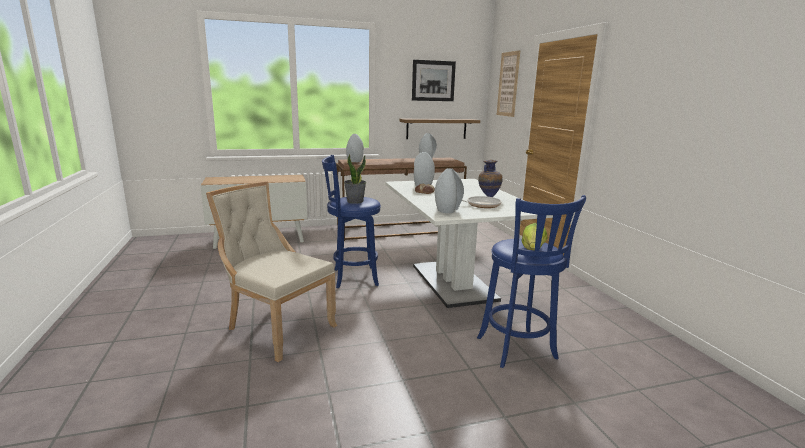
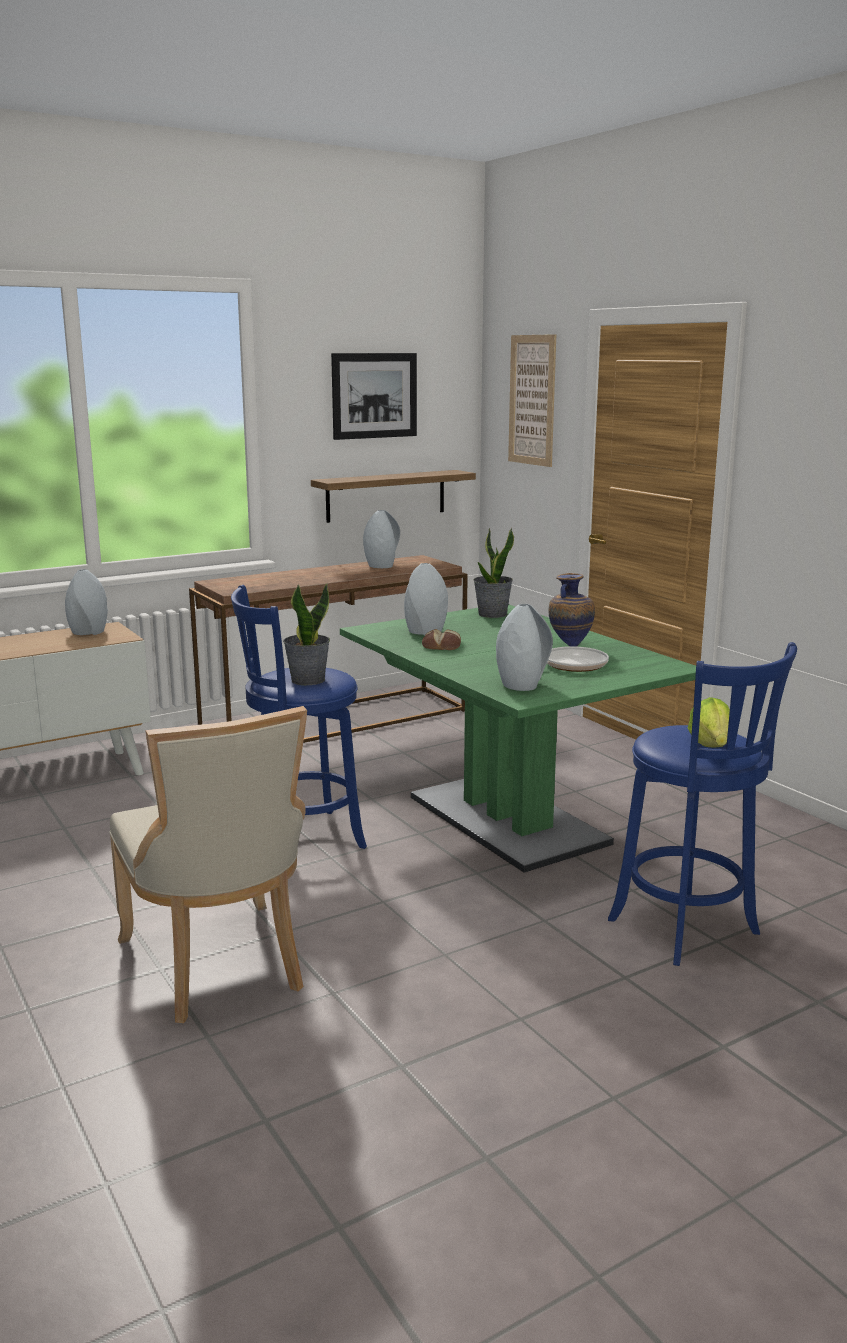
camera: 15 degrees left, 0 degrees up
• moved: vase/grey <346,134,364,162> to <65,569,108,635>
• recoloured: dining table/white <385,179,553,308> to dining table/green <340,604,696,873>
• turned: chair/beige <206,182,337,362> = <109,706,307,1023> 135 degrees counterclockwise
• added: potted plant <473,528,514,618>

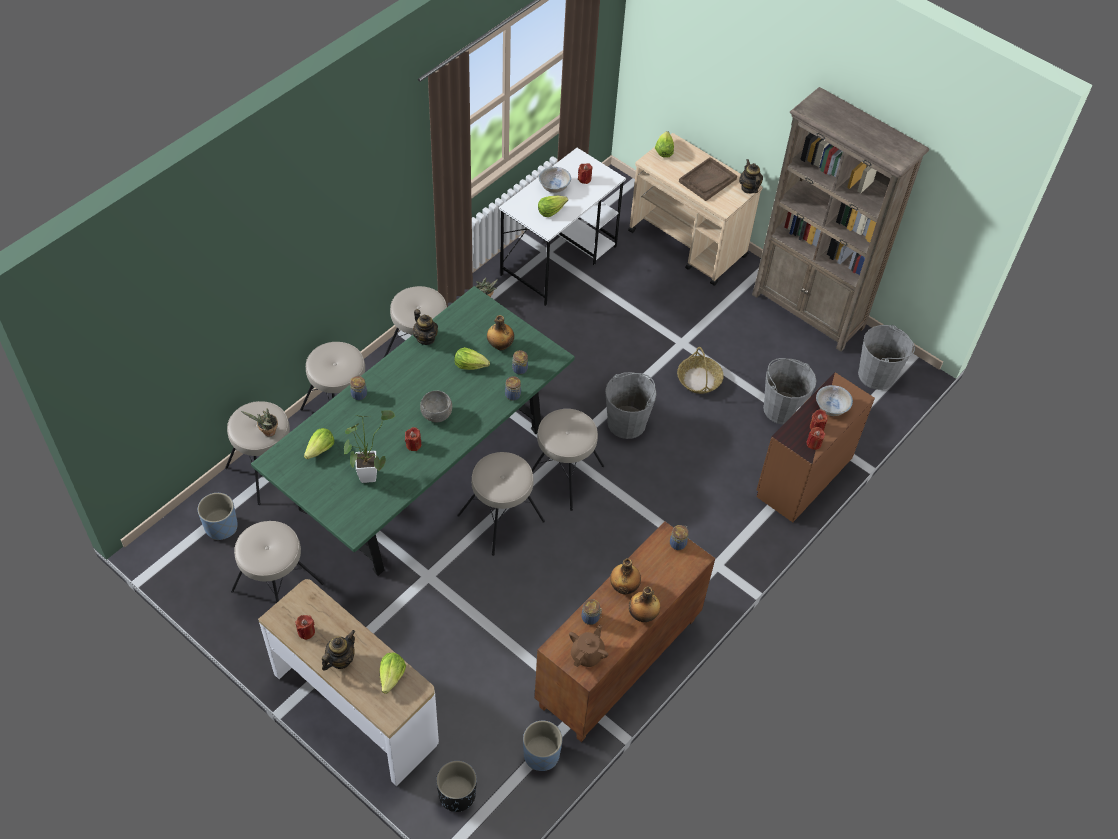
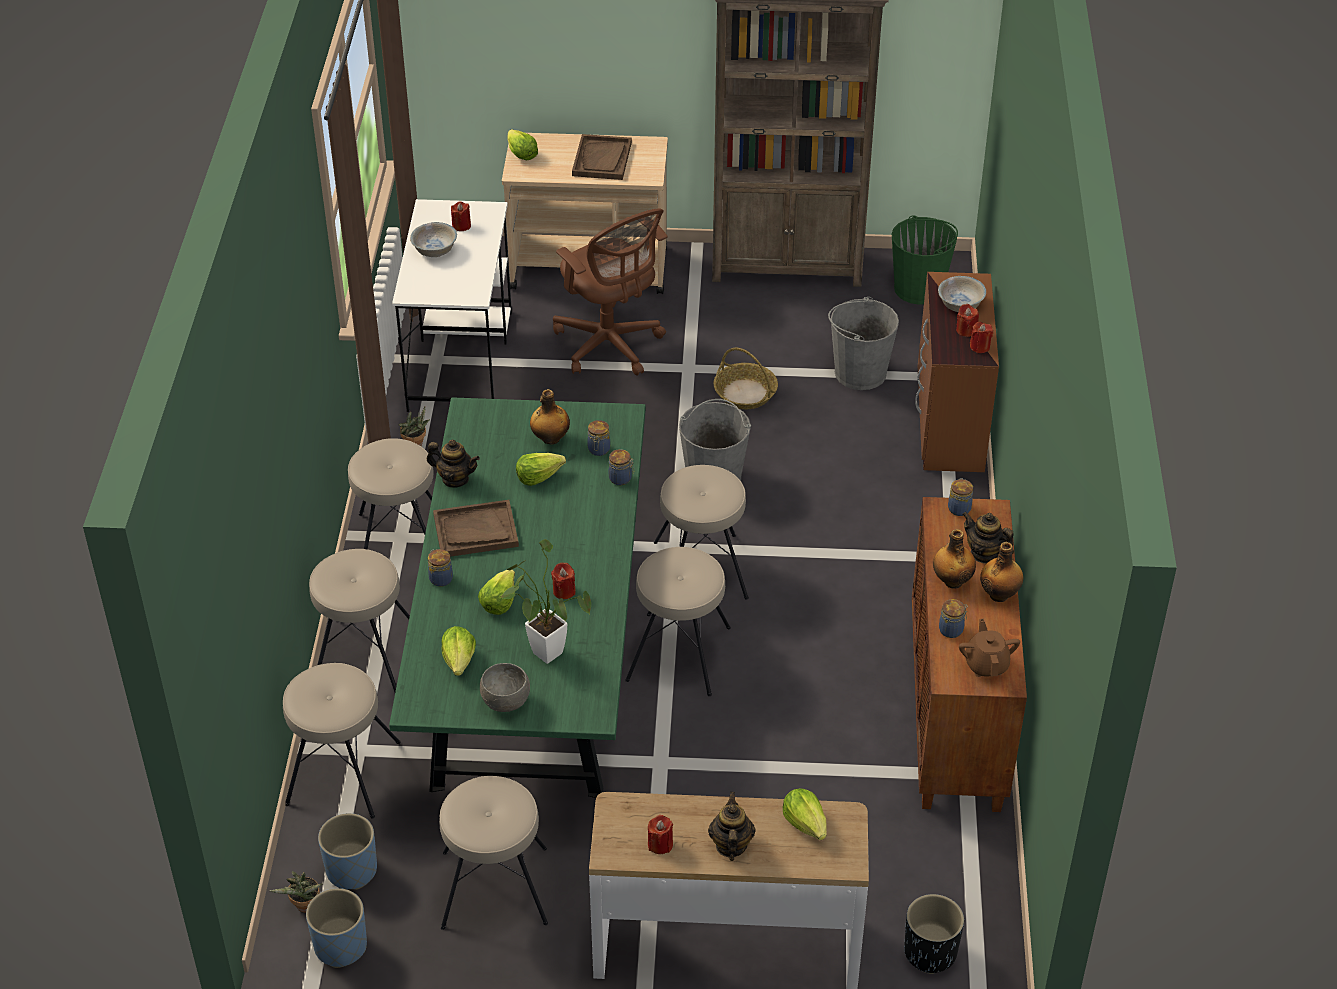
camera: 35 degrees left, 10 degrees down
• moved: teapot <739,159,763,194> to <962,512,1014,564>
• moved: lettuce <538,195,568,217> to <478,570,515,615>
• recoloured: bucket/grey <858,325,915,390> to bucket/green <892,215,958,304>
• moved: bowl/grey <420,391,452,422> to <480,663,530,712>
• moved: potted plant <241,409,278,437> to <270,871,323,913>
• moved: planter/blue <523,720,562,771> to <306,888,367,968>
• added: office chair/brown <553,209,667,376>
• added: tray/brown <433,500,519,557>

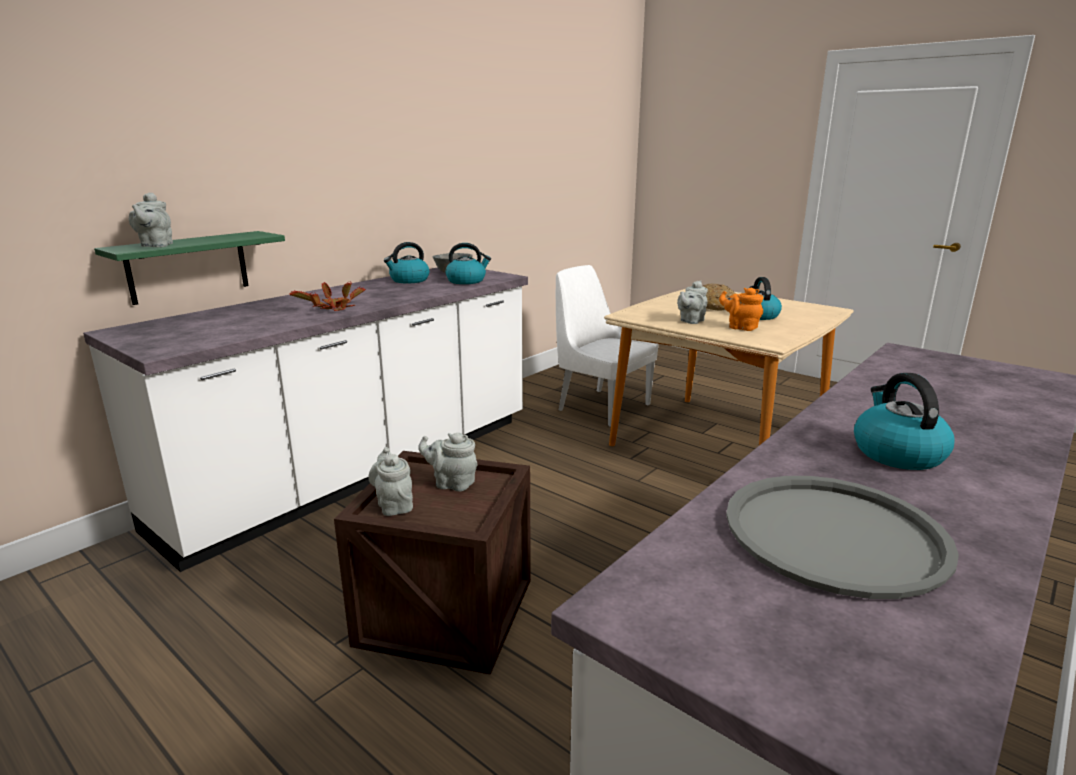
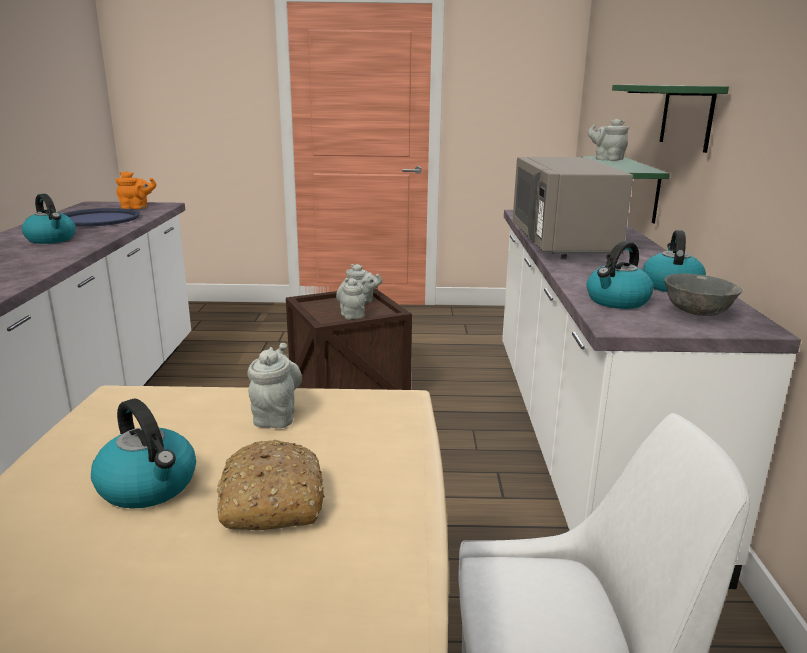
camera: 140 degrees right, 0 degrees up
• replaced: potted plant <289,282,366,311> to microwave/grey <513,157,633,260>
• moved: teapot/orange <719,288,763,331> to <116,171,157,209>
• turned: teapot/grey <418,433,477,492> = <336,278,365,320> 90 degrees counterclockwise
• recoloured: tray/grey <726,476,959,599> to tray/blue <62,208,140,227>
• added: shelf/green <612,85,729,153>

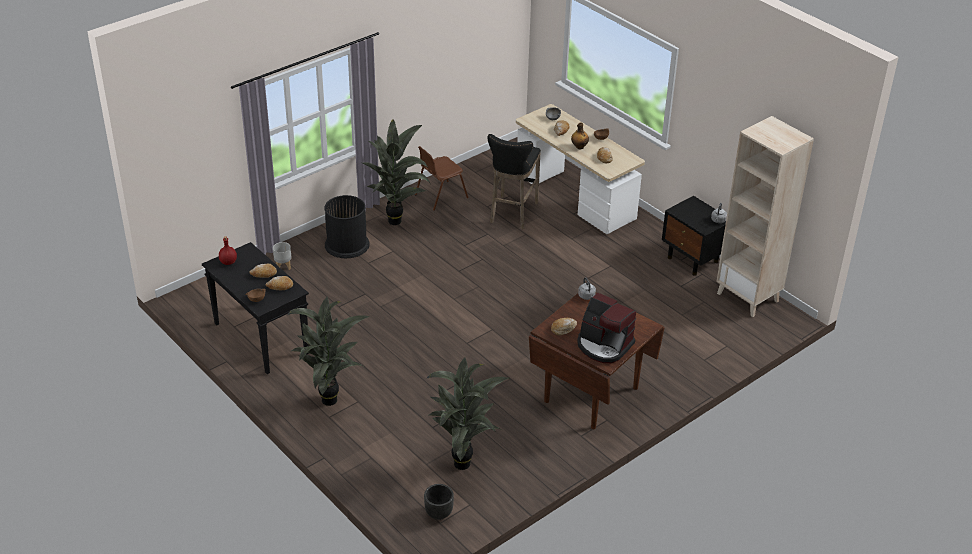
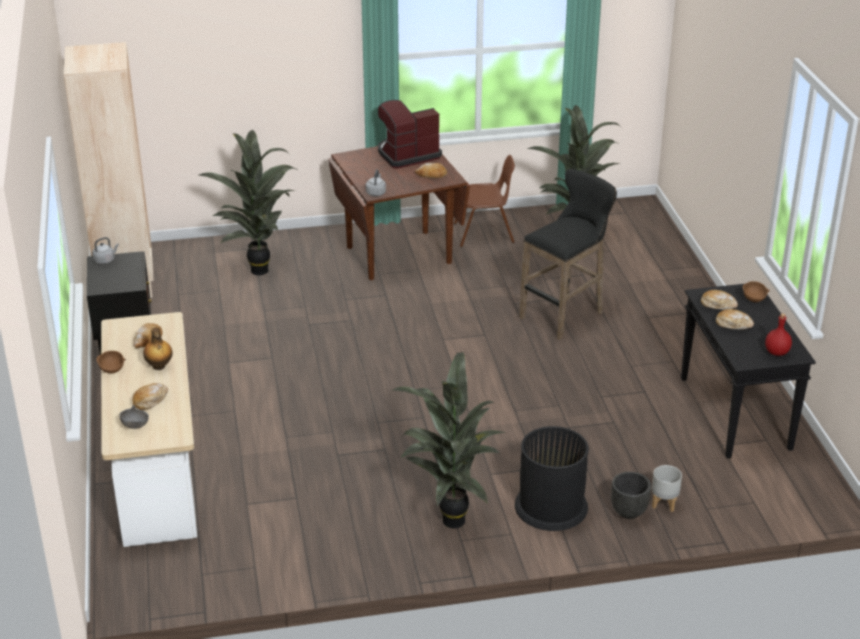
camera: 150 degrees left, 5 degrees down
• moved: stool/black <488,134,541,229> to <519,169,617,340>
• moved: chair/brown <415,146,468,211> to <454,155,515,247>
• turned: coffee machine <577,292,636,363> = <378,100,442,169> 90 degrees counterclockwise
• moved: potted plant <287,297,371,406> to <199,130,296,275>
• moved: planter/black <424,484,454,520> to <611,472,651,519>

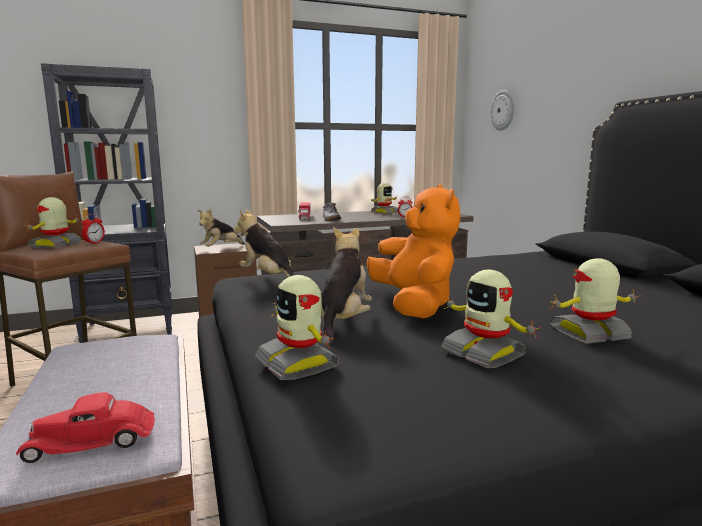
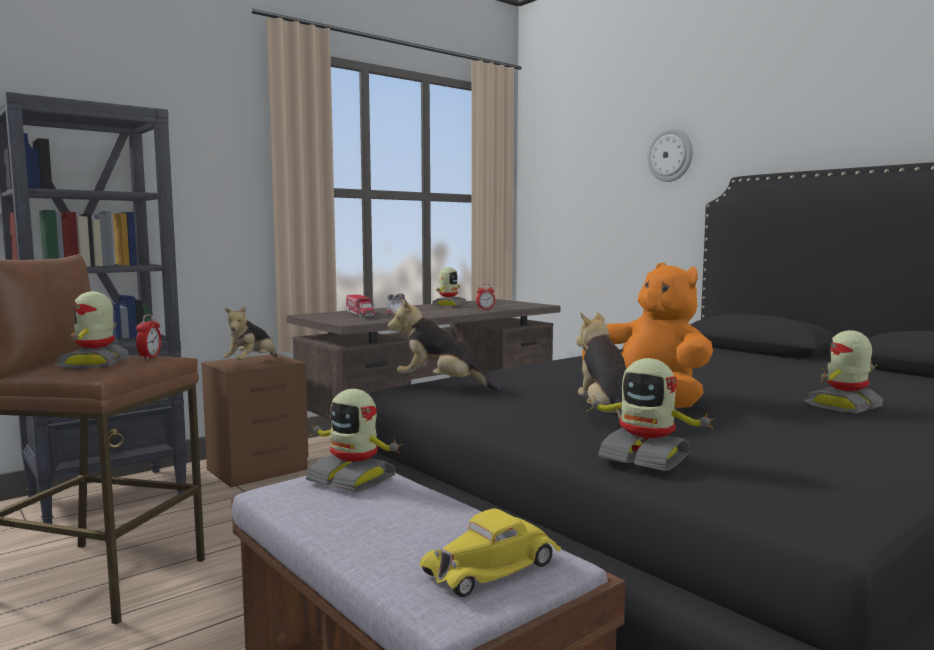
camera: 20 degrees left, 5 degrees down
• moved: wall clock <490,90,515,131> to <647,128,693,182>
• moved: toy robot <441,270,541,368> to <306,389,403,492>
• recoloured: toy car/red <16,392,155,463> to toy car/yellow <419,508,561,597>

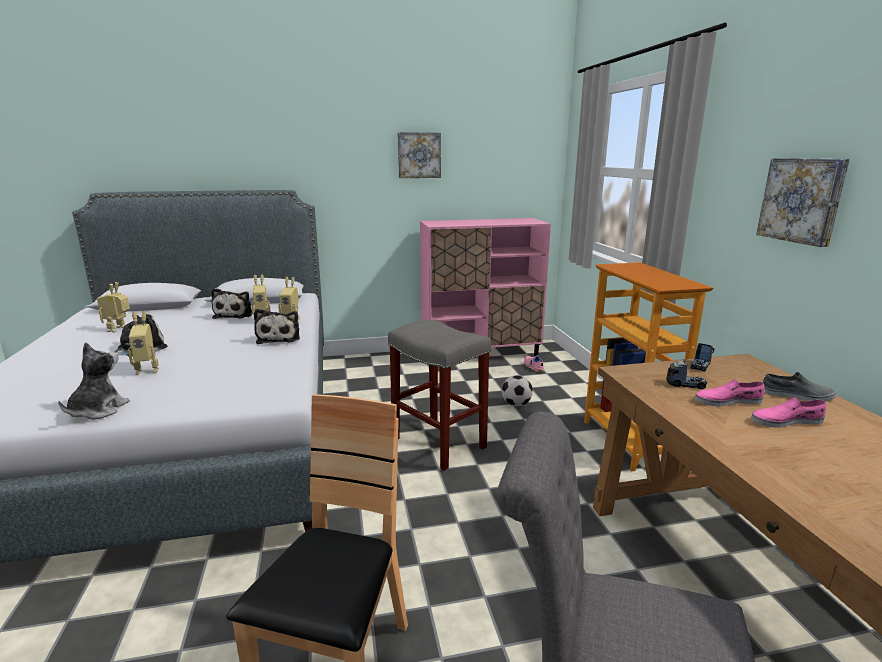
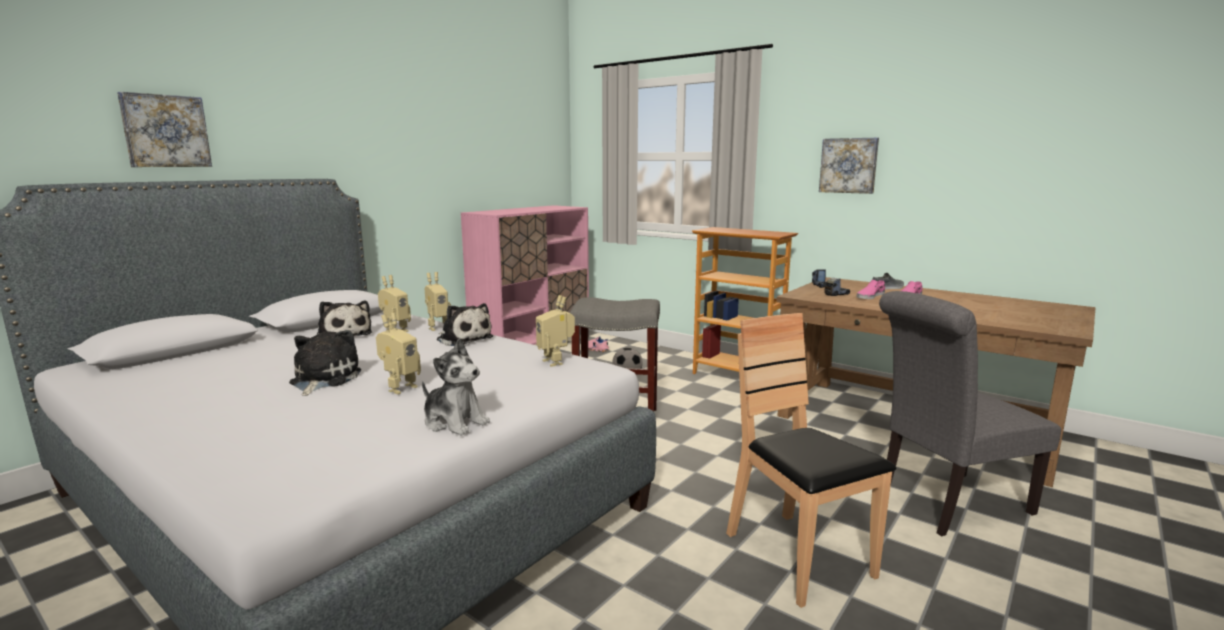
camera: 40 degrees left, 5 degrees down
• moved: picture <398,132,441,178> to <117,92,212,167>
• moved: toy robot <97,282,130,332> to <536,295,575,367>
• turned: plush toy <58,342,130,420> = <422,339,490,436> 150 degrees clockwise

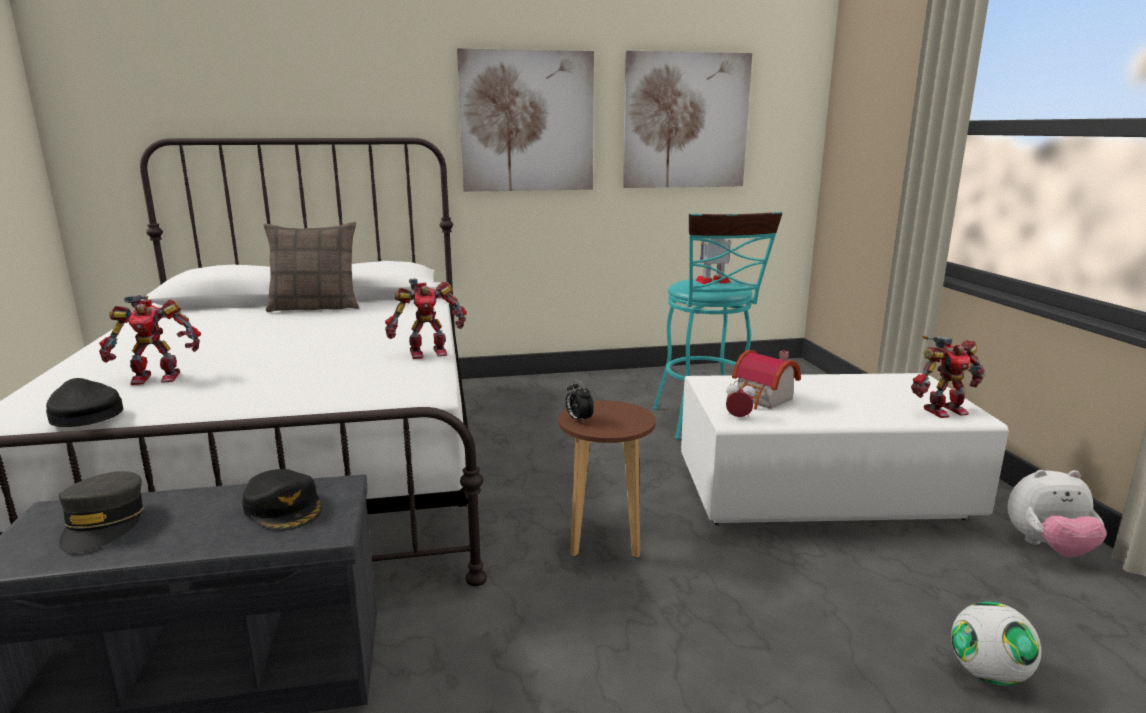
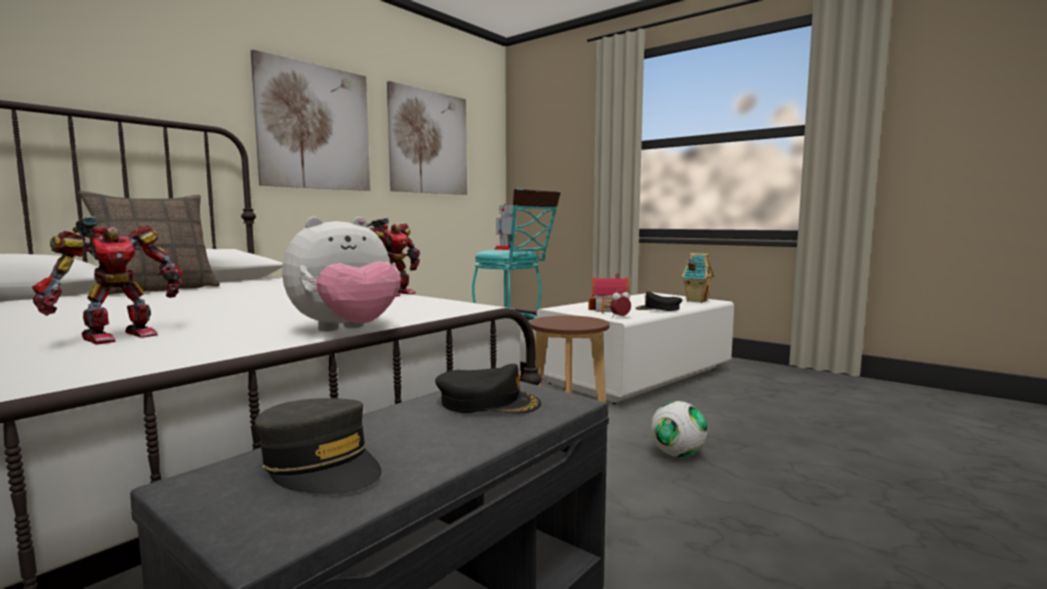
camera: 40 degrees left, 10 degrees down
• replaced: toy robot <911,335,985,418> to toy house <682,253,714,303>
• moved: cap/black <46,378,123,427> to <635,292,683,311>
• removed: alarm clock <566,380,594,423>
• moved: plush toy <1007,470,1107,557> to <282,217,401,331>
• moved: football <951,602,1041,685> to <651,401,707,457>

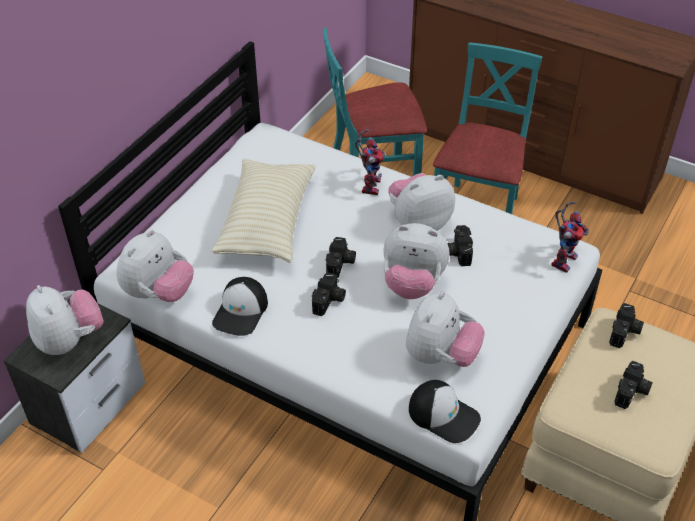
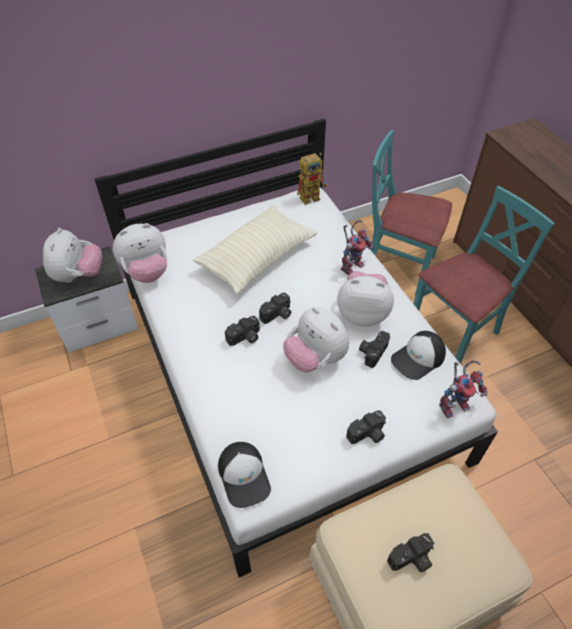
camera: 35 degrees right, 5 degrees up
• moved: cap <212,277,268,336> to <391,331,446,380>
• removed: plush toy <406,291,485,367>
• moved: photo camera <609,303,644,348> to <346,410,386,444>
• added: toy robot <297,153,327,205>

